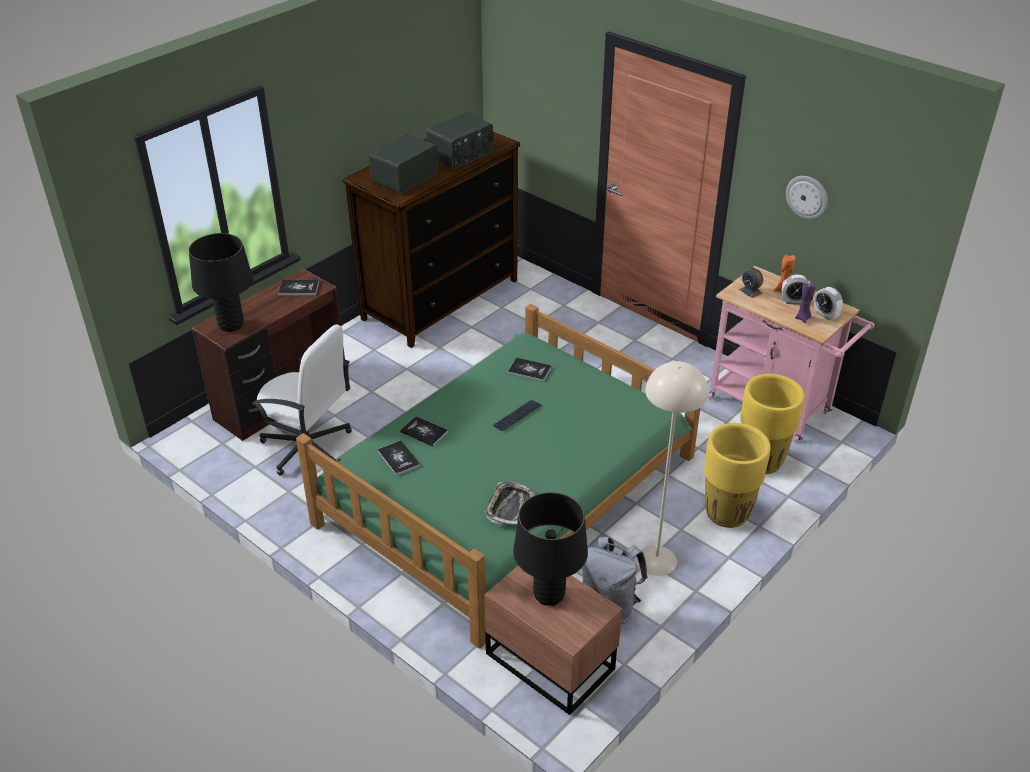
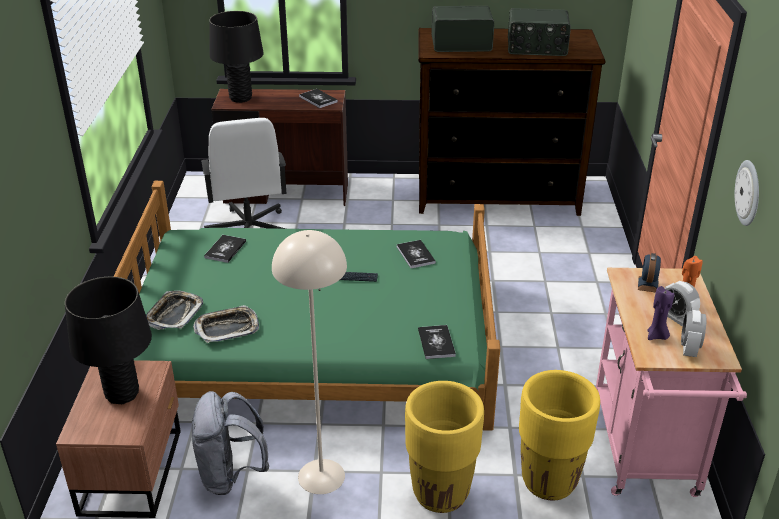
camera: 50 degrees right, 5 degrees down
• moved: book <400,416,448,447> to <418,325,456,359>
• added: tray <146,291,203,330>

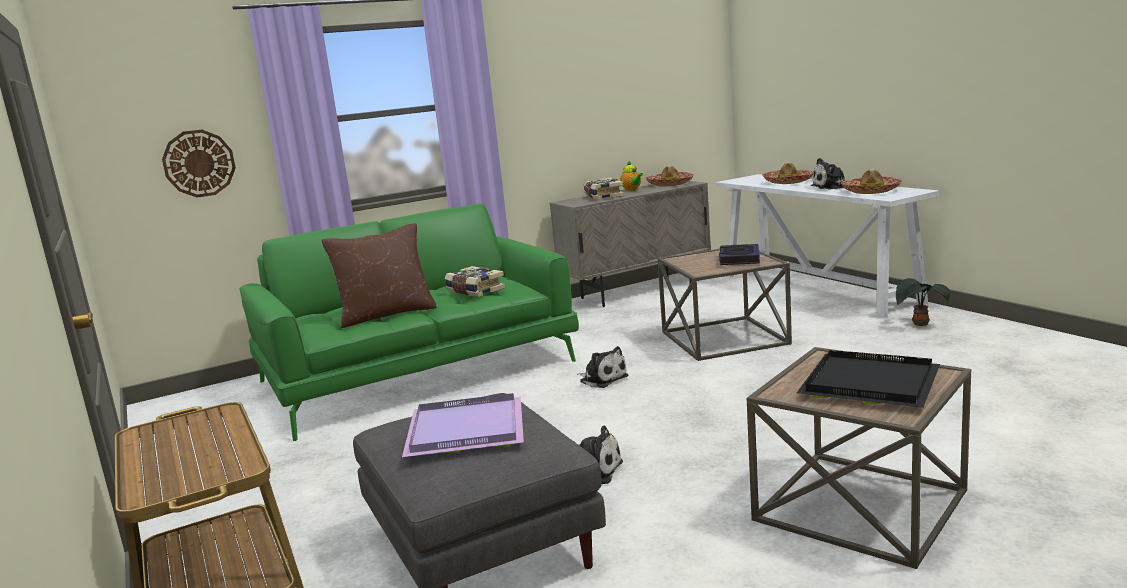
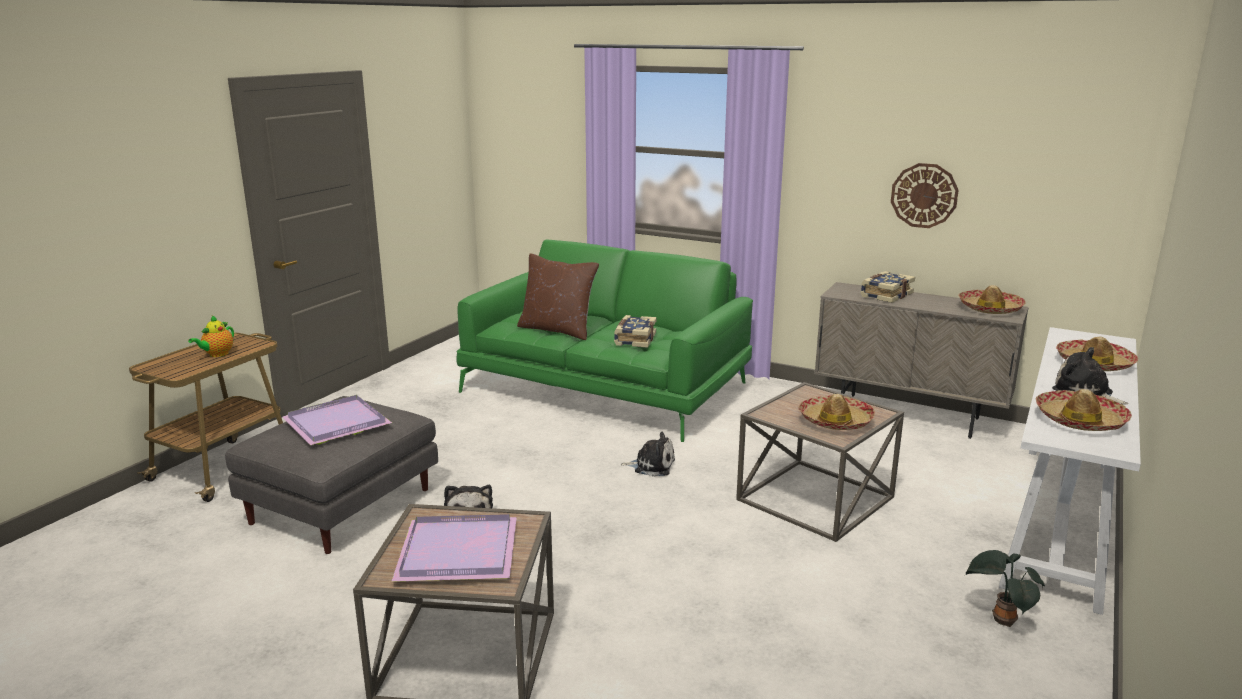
camera: 55 degrees right, 5 degrees up
• moved: wall clock <162,130,236,198> to <891,163,959,228>
• moved: teapot <620,161,643,191> to <188,315,234,357>
• replaced: book <719,244,760,265> to hat <798,394,875,430>
• turned: plush toy <577,346,628,388> = <620,432,675,477> 90 degrees counterclockwise
• recoloured: tray/black <797,350,940,408> to tray/purple <391,514,517,582>

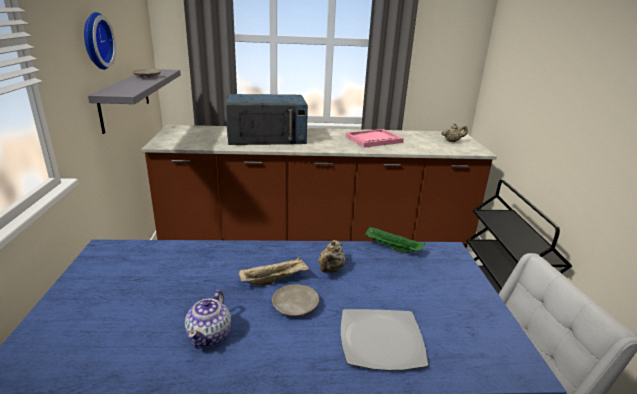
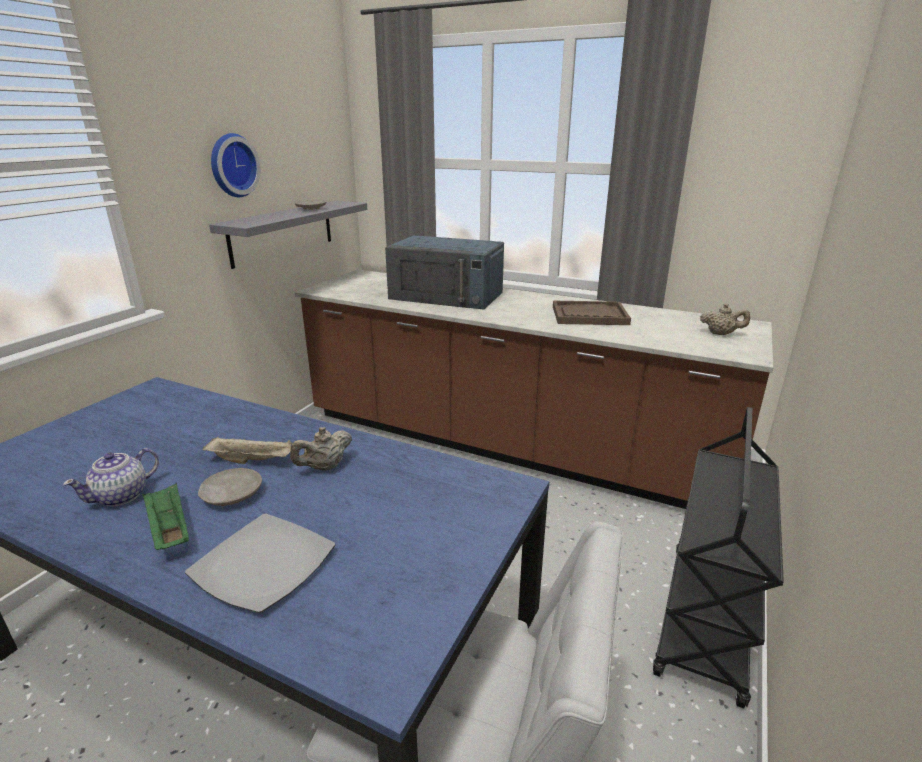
camera: 30 degrees right, 0 degrees up
• recoloured: tray/pink <346,129,404,147> to tray/brown <553,301,631,325>
• moved: tray/green <365,227,425,253> to <142,483,189,550>

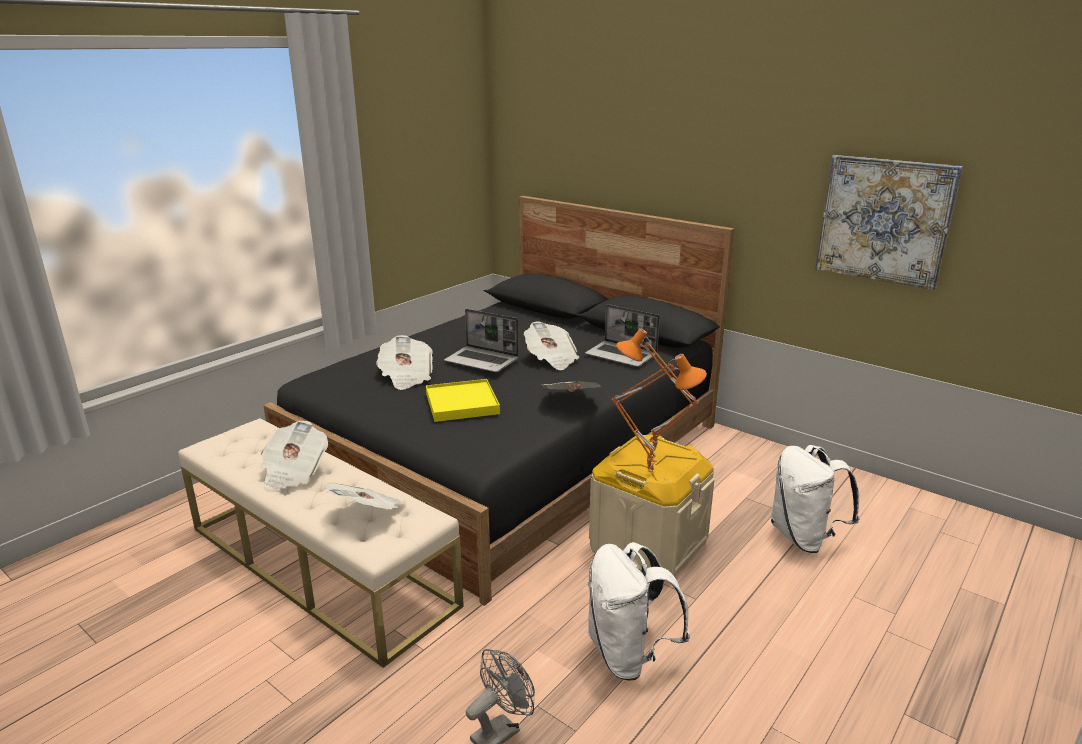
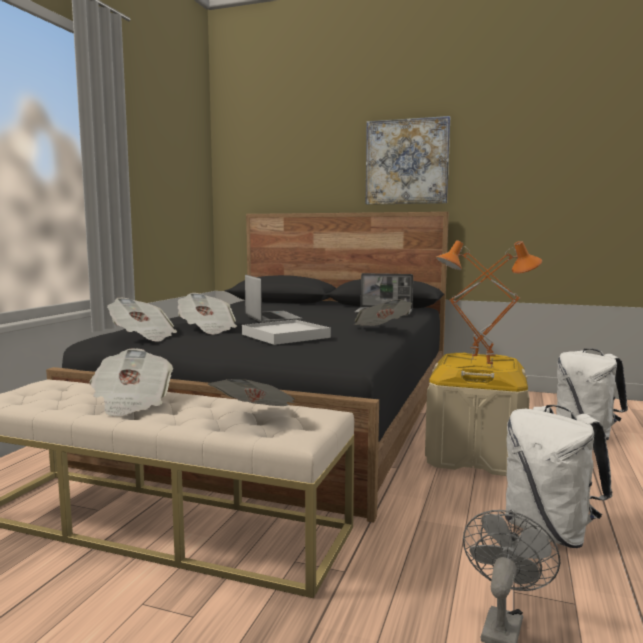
camera: 20 degrees left, 15 degrees down
• moved: picture <815,155,963,290> to <366,116,450,205>
• turned: laptop <444,309,519,372> = <245,274,302,323> 120 degrees counterclockwise
• moved: newspaper <524,321,579,370> to <107,298,177,342>
• recoloured: tray/yellow <426,379,500,422> to tray/white <242,320,331,345>

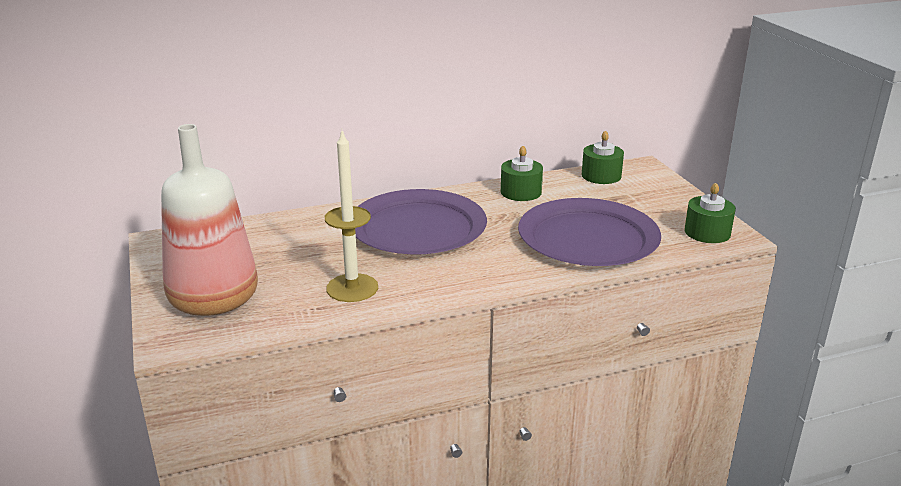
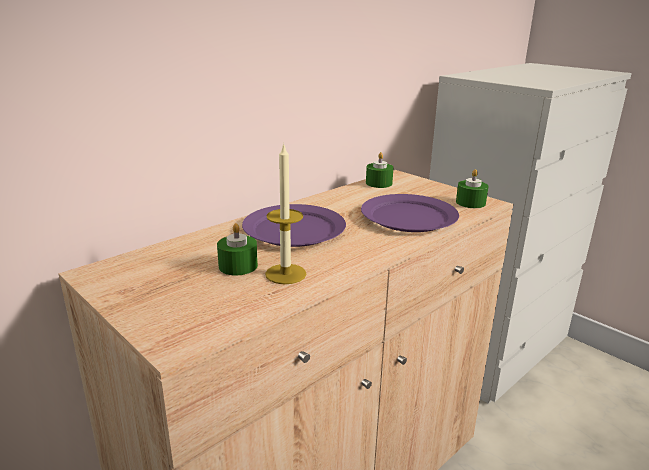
camera: 25 degrees left, 5 degrees down
• removed: bottle <161,124,258,316>
• moved: candle/green <501,146,543,201> to <217,223,258,275>

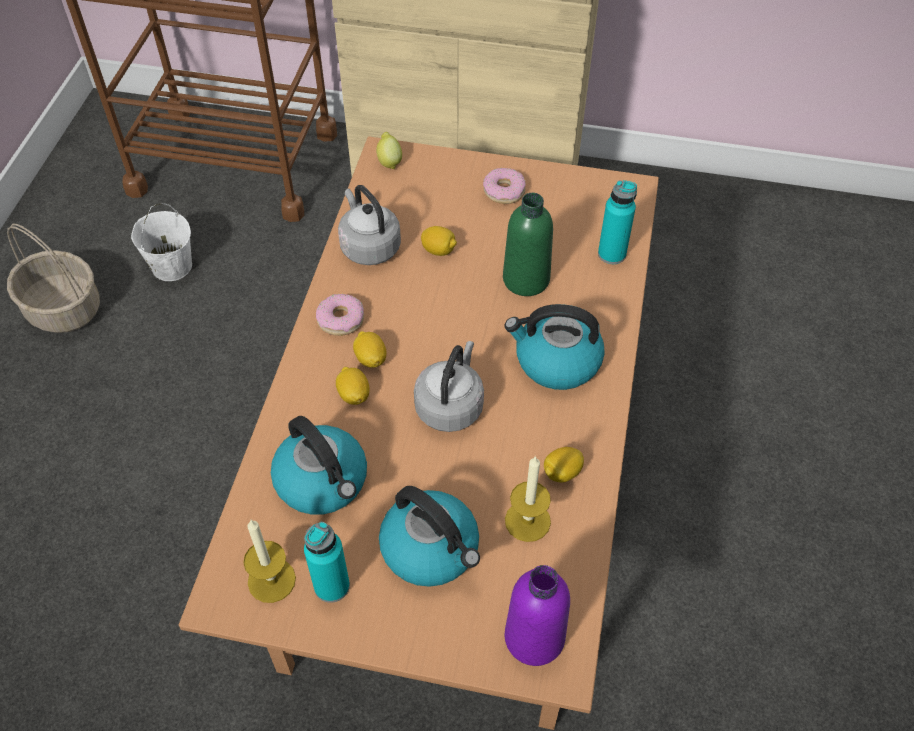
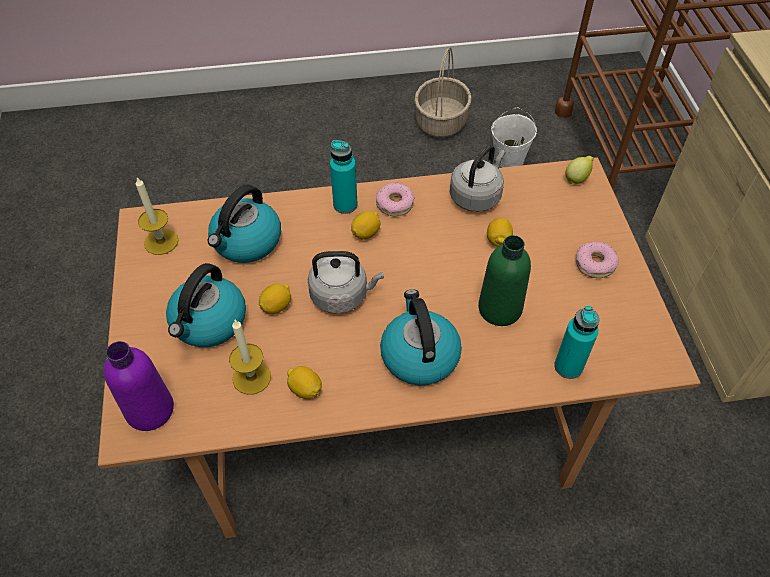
camera: 70 degrees right, 0 degrees up
• moved: lemon <336,367,370,405> to <259,283,291,314>
• moved: bottle/turquoise <304,522,350,603> to <330,140,358,214>

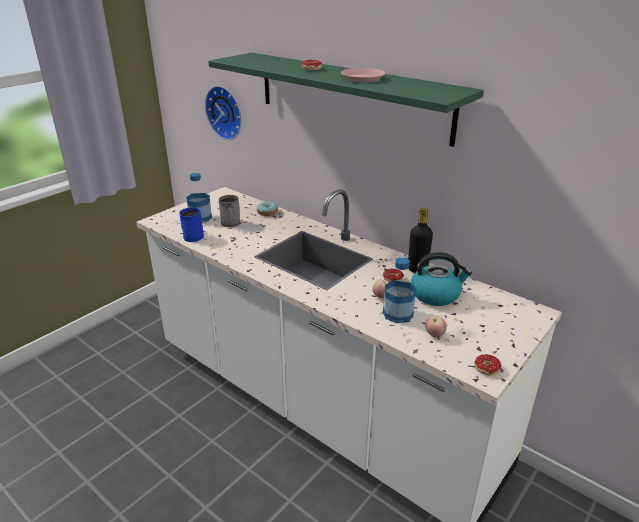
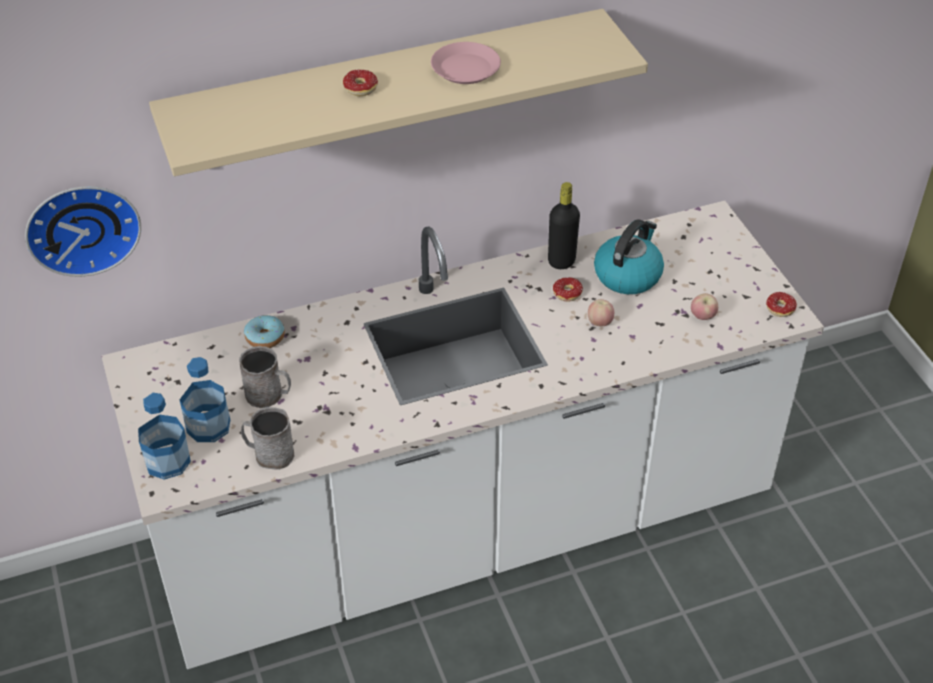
camera: 60 degrees left, 15 degrees up
• recoloured: shelf/green <208,53,484,147> to shelf/beige <149,9,648,176>
• recoloured: mug/blue <179,207,204,242> to mug/grey <241,407,294,470>
• moved: bottle <383,257,416,323> to <138,393,191,480>

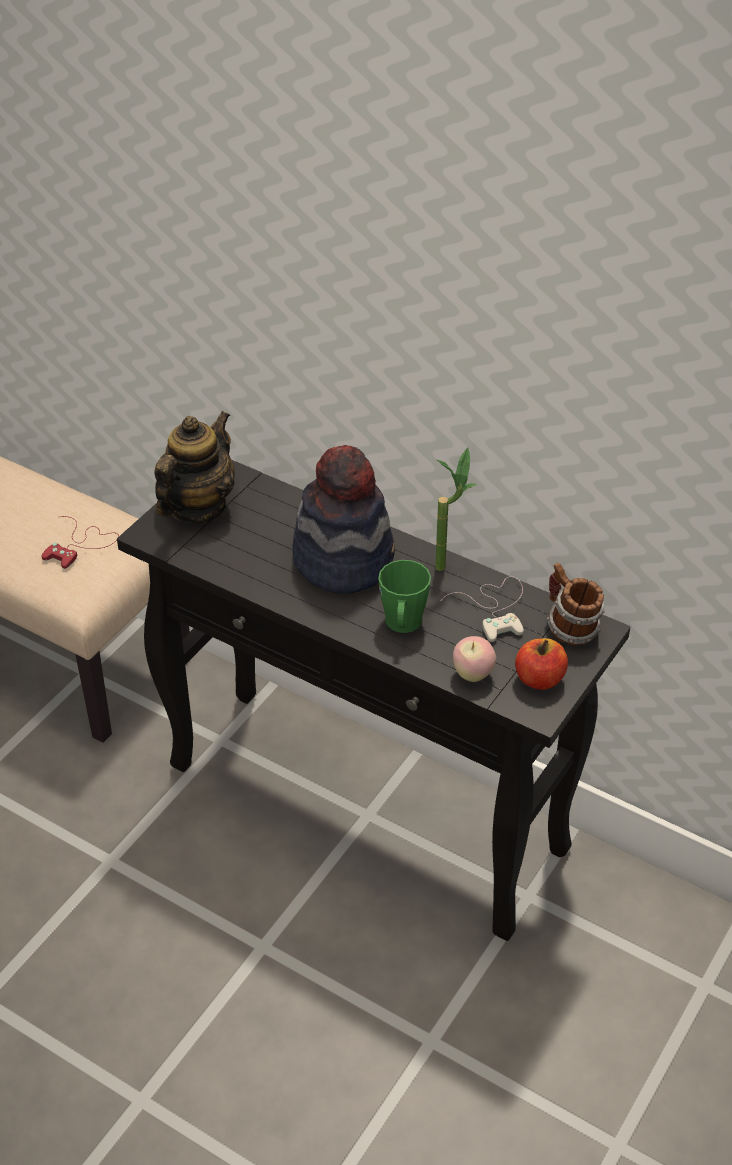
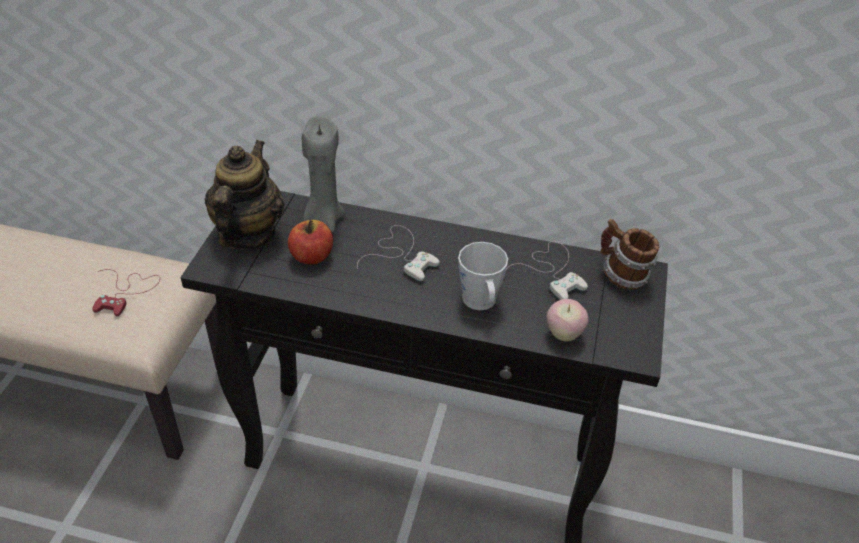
camera: 20 degrees left, 0 degrees up
• replaced: hat <292,445,395,594> to game controller/white <357,225,440,281>
• removed: potted plant <435,447,477,571>
• recoloured: mug/green <378,560,431,633> to mug/grey <458,242,508,310>
• moved: apple <515,638,568,690> to <288,220,333,265>
• added: candle/grey <302,116,345,232>

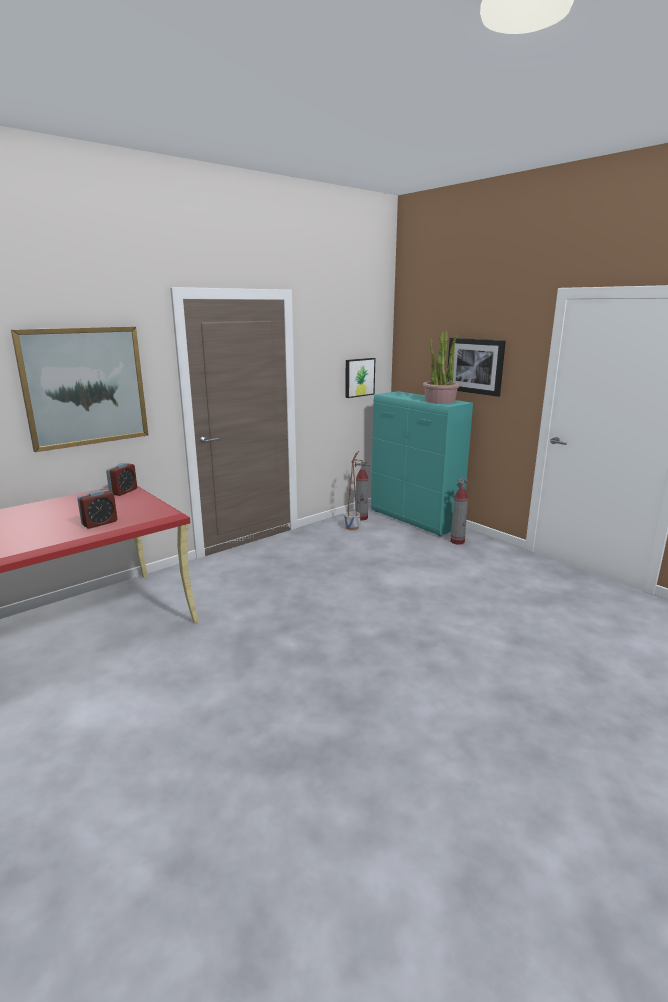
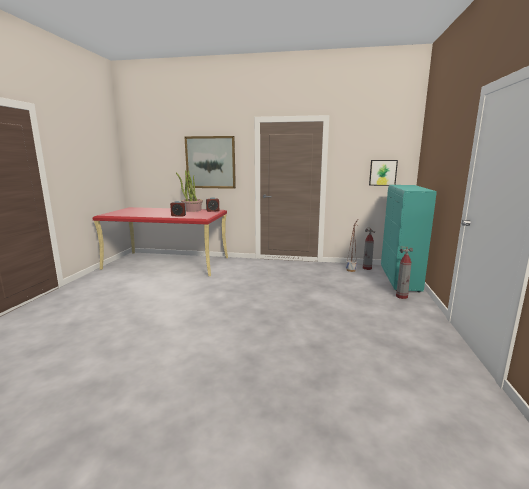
camera: 50 degrees right, 5 degrees down
• moved: potted plant <423,331,460,404> to <176,170,203,212>
• removed: picture <447,338,506,397>

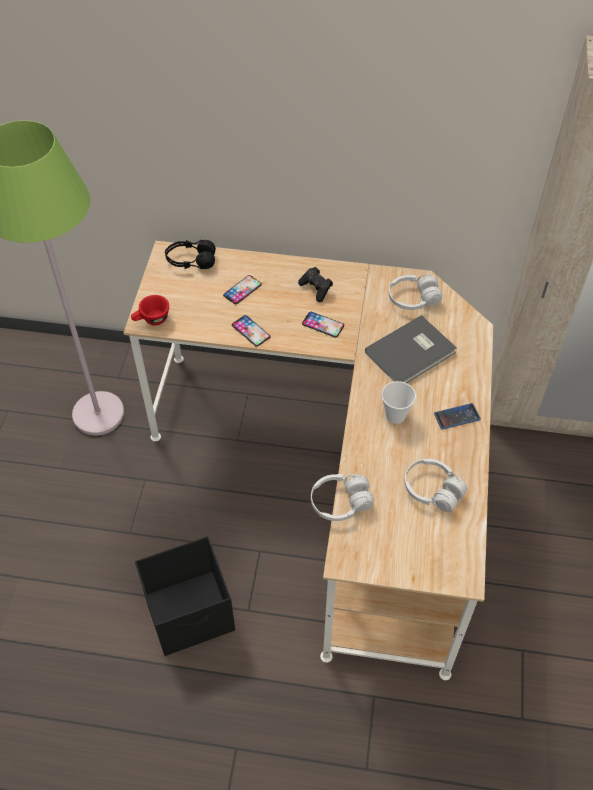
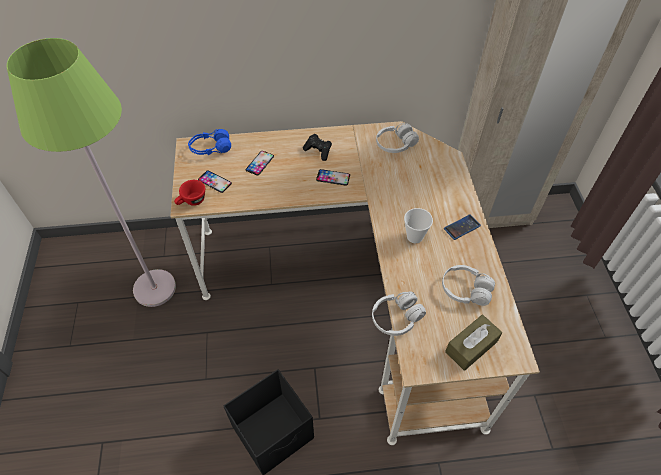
camera: 15 degrees left, 0 degrees up
• recoloured: headphones/black <165,240,216,269> to headphones/blue <188,129,231,156>
• moved: phone <232,315,271,347> to <198,171,232,193>
• removed: book/grey <365,315,457,383>
• added: tissue box/brown <445,315,502,371>

